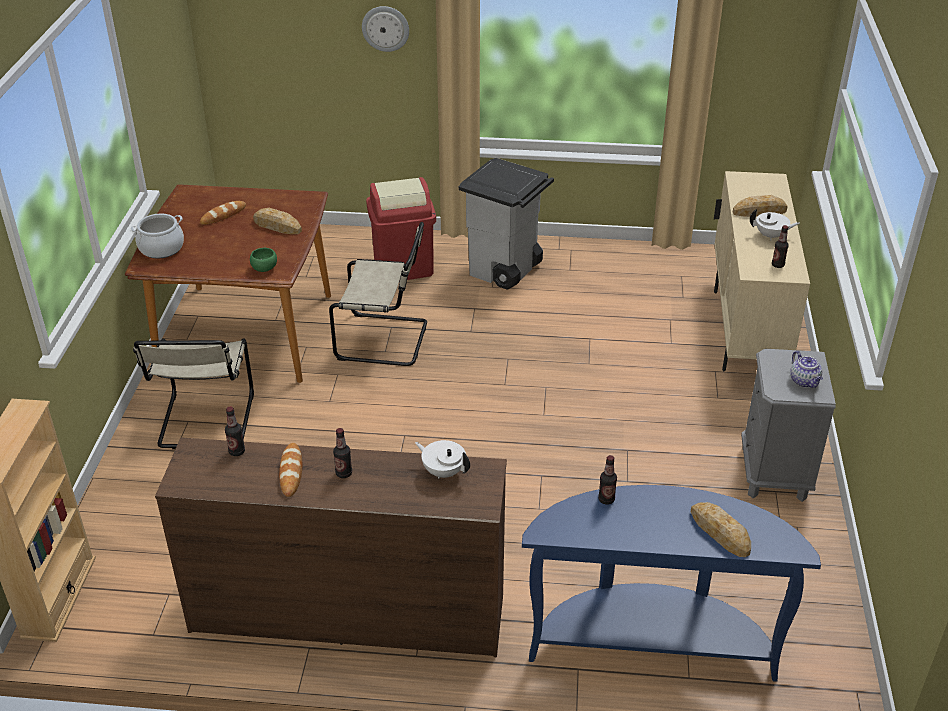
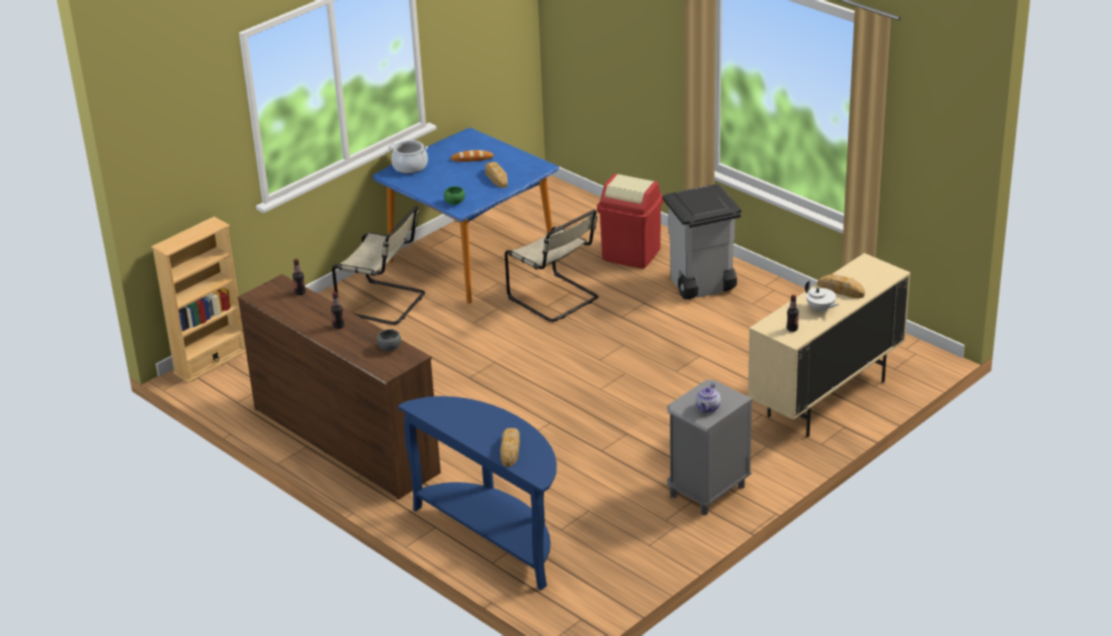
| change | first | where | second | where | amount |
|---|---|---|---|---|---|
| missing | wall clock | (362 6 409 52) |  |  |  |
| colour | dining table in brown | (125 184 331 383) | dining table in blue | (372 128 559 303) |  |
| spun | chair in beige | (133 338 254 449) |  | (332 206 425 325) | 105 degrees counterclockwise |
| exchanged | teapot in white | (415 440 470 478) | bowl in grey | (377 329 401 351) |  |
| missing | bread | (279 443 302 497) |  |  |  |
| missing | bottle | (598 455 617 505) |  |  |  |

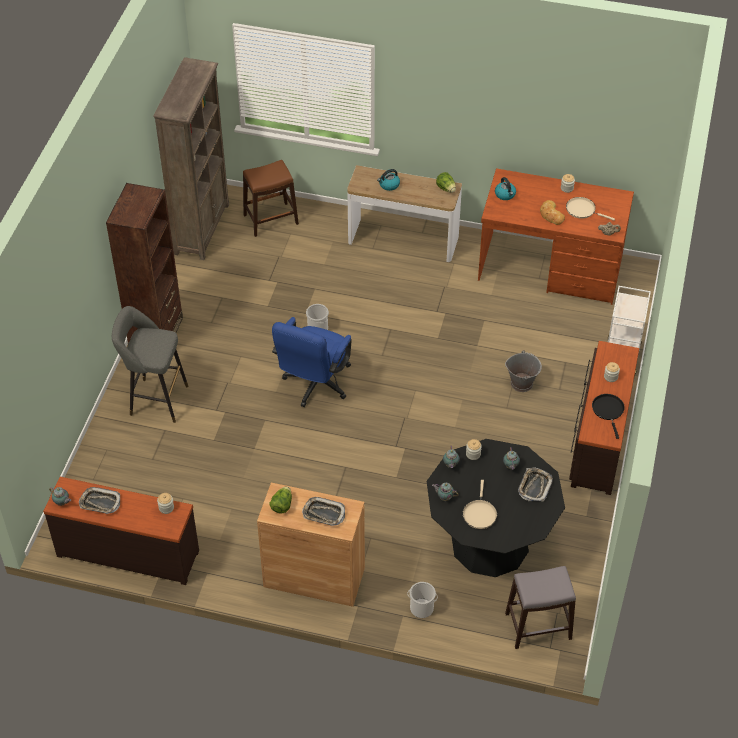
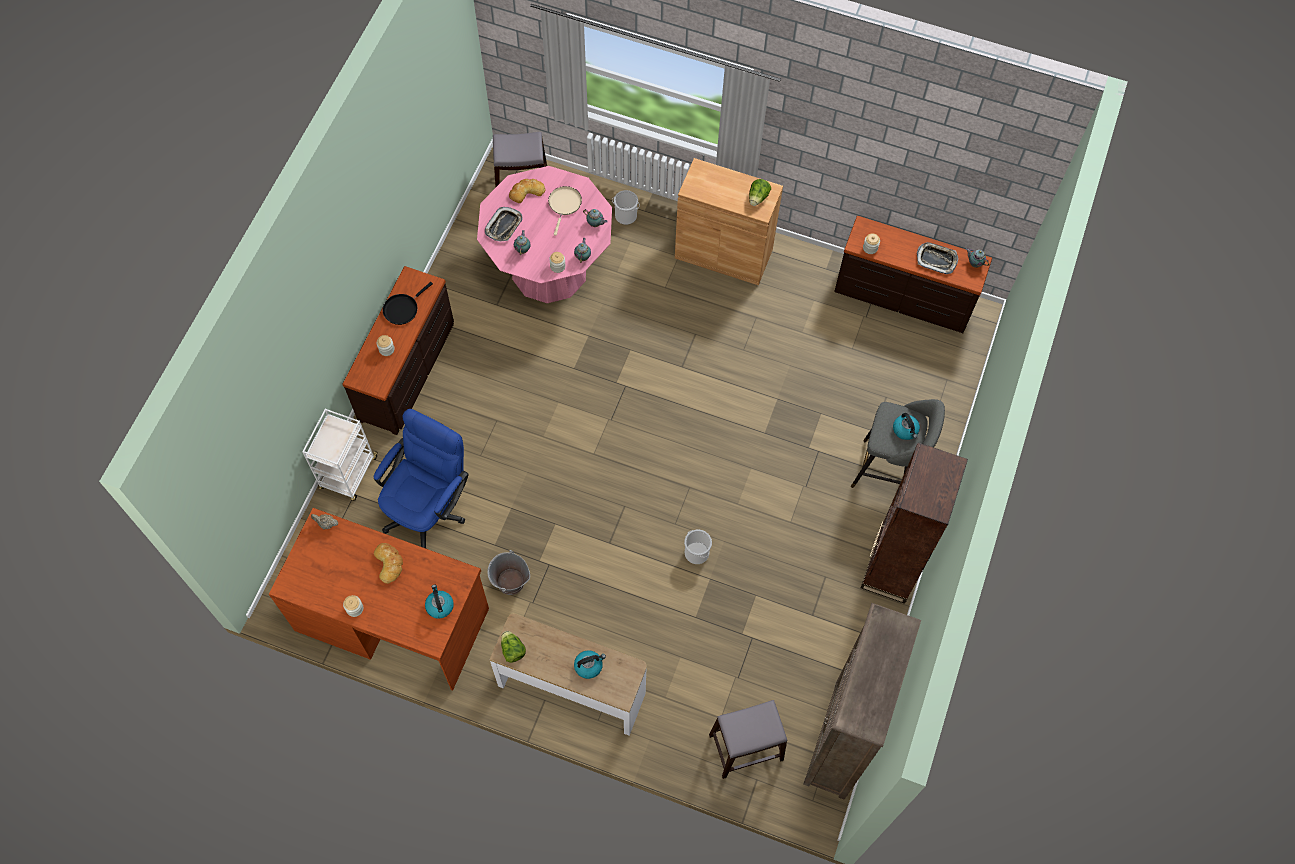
| change | first | where | second | where | amount |
|---|---|---|---|---|---|
| colour | stool in brown | (243 160 299 237) | stool in grey | (709 700 787 779) |  |
| missing | frying pan in beige | (566 197 615 221) |  |  |  |
| relocated | office chair in blue | (272 317 352 407) |  | (374 409 469 548) |  |
| relocated | bucket in grey | (505 350 542 392) |  | (487 550 530 595) |  |
| spun | frying pan in black | (592 394 625 439) |  | (383 282 433 325) | 45 degrees clockwise |
| colour | dining table in black | (427 439 565 577) | dining table in pink | (477 166 612 303) |  |
| missing | tray | (302 497 345 526) |  |  |  |
| appeared |  |  | bread | (509 179 546 203) |  |
| appeared |  |  | kettle | (893 413 920 440) |  |

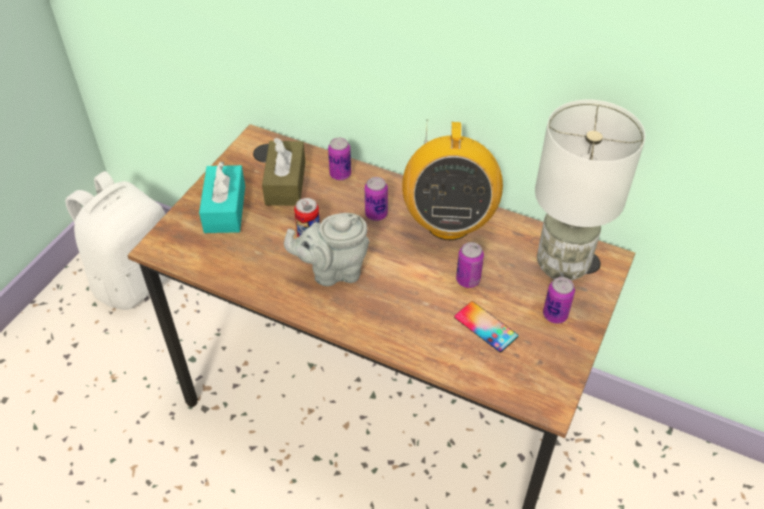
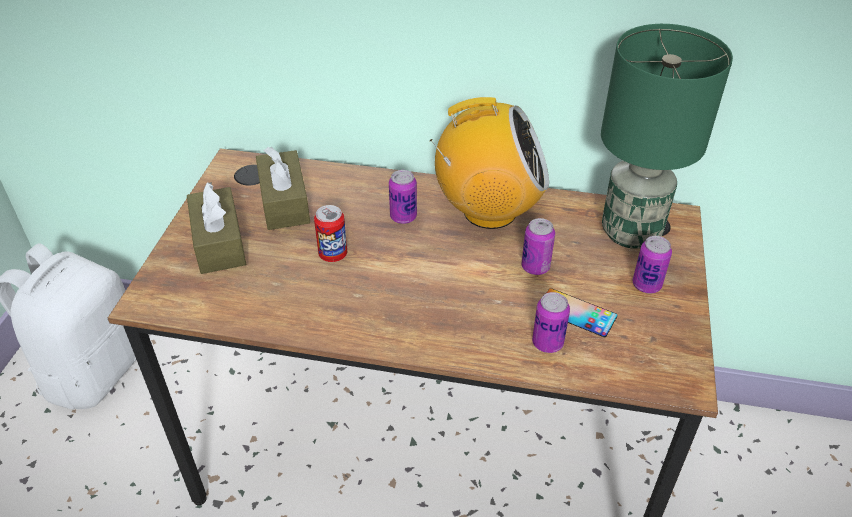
| change | first | where | second | where | amount |
|---|---|---|---|---|---|
| colour | table lamp in white | (535 100 645 281) | table lamp in green | (601 24 733 249) |  |
| spun | radio | (402 120 503 240) |  | (430 97 549 229) | 75 degrees counterclockwise |
| relocated | can | (328 138 351 180) |  | (532 292 570 353) |  |
| colour | tissue box in turquoise | (199 162 245 233) | tissue box in brown | (187 182 246 274) |  |
| missing | teapot in grey | (284 213 369 286) |  |  |  |

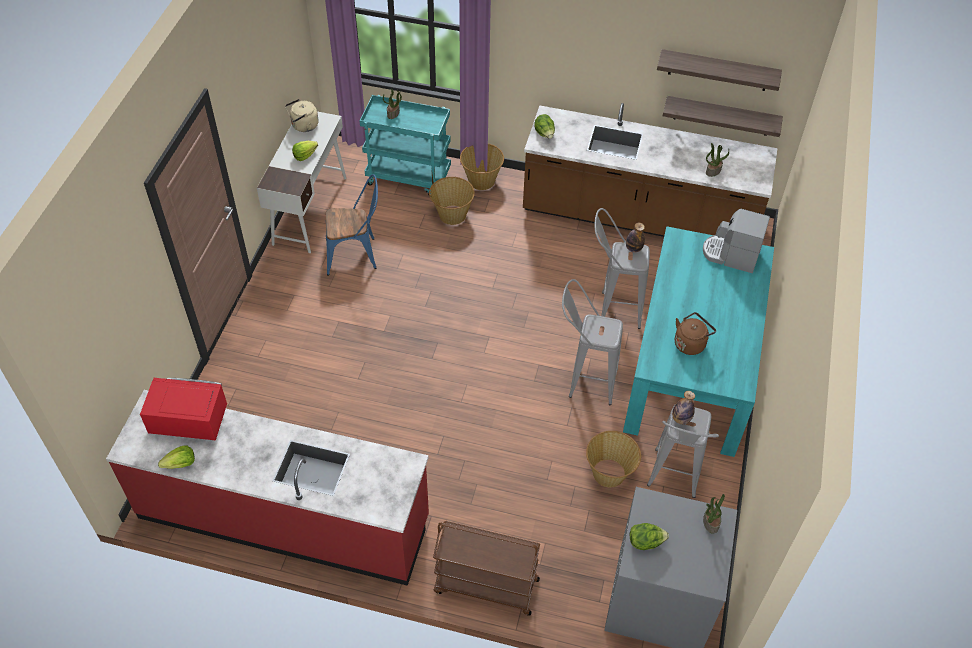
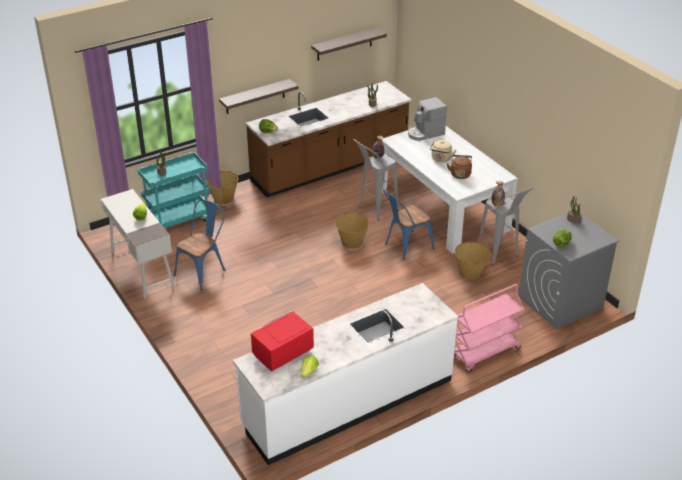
| change | first | where | second | where | amount |
|---|---|---|---|---|---|
| relocated | shelf | (663 96 783 137) |  | (219 79 299 114) |  |
| relocated | kettle in beige | (285 99 319 132) |  | (430 140 456 162) |  |
| relocated | basket | (429 177 475 225) |  | (335 213 370 249) |  |
| colour | dining table in turquoise | (623 226 774 457) | dining table in white | (381 126 518 254) |  |
| exchanged | stool in grey | (562 279 623 405) | chair in blue | (383 190 435 260) |  |
| colour | counter in red | (106 390 429 586) | counter in white | (233 283 458 465) |  |
| colour | cart in brown | (433 521 540 615) | cart in pink | (454 284 524 373) |  |

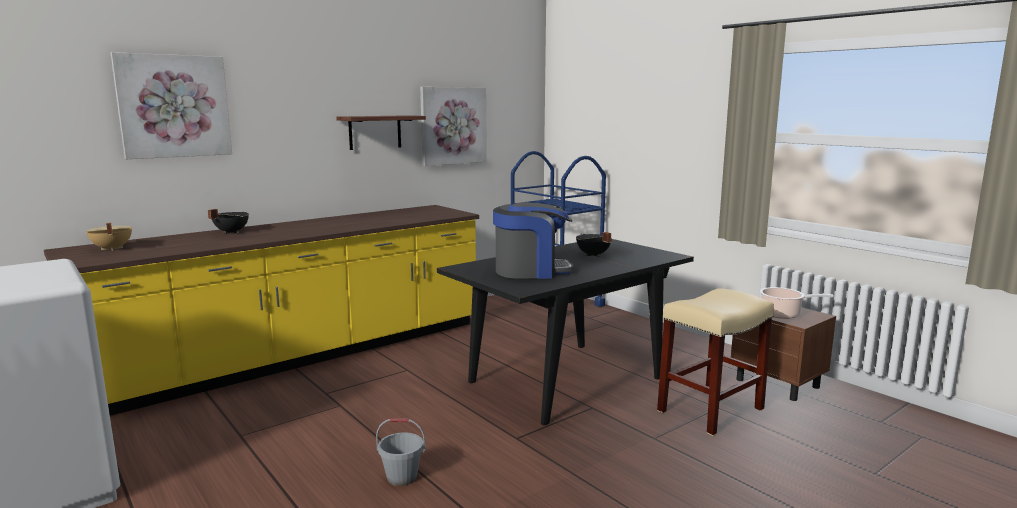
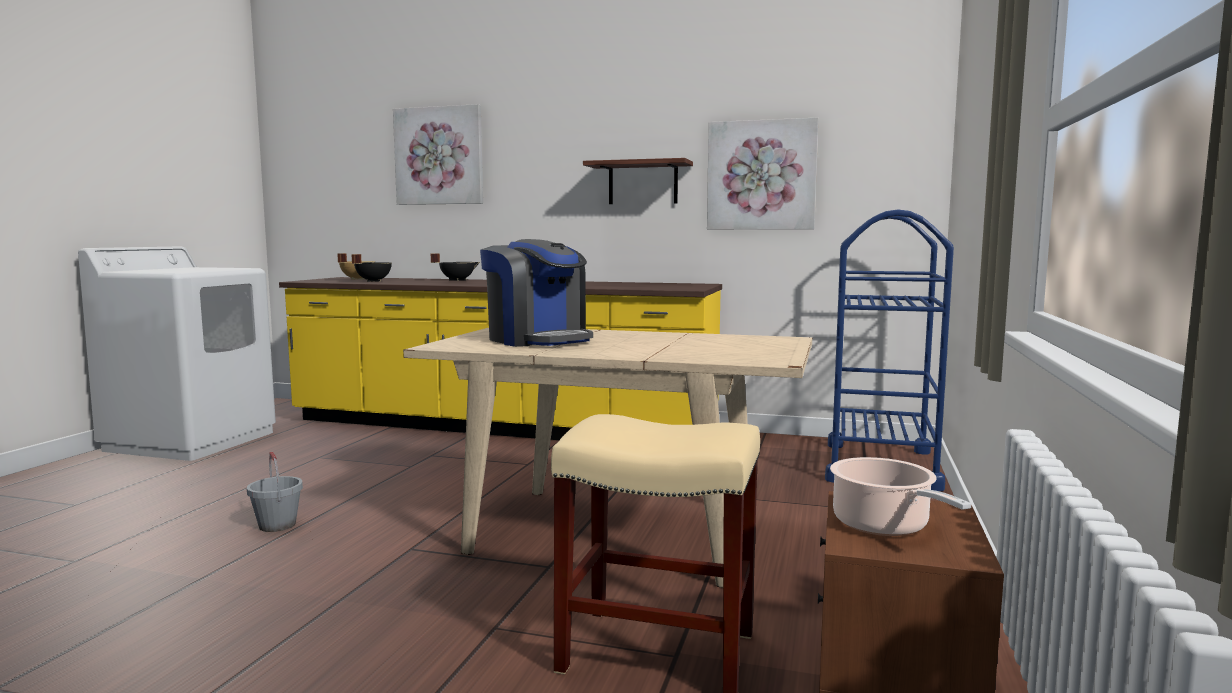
| change | first | where | second | where | amount |
|---|---|---|---|---|---|
| relocated | cooking pot in black | (576 232 612 257) |  | (351 254 392 282) |  |
| colour | dining table in black | (437 239 694 425) | dining table in beige | (403 328 812 588) |  |

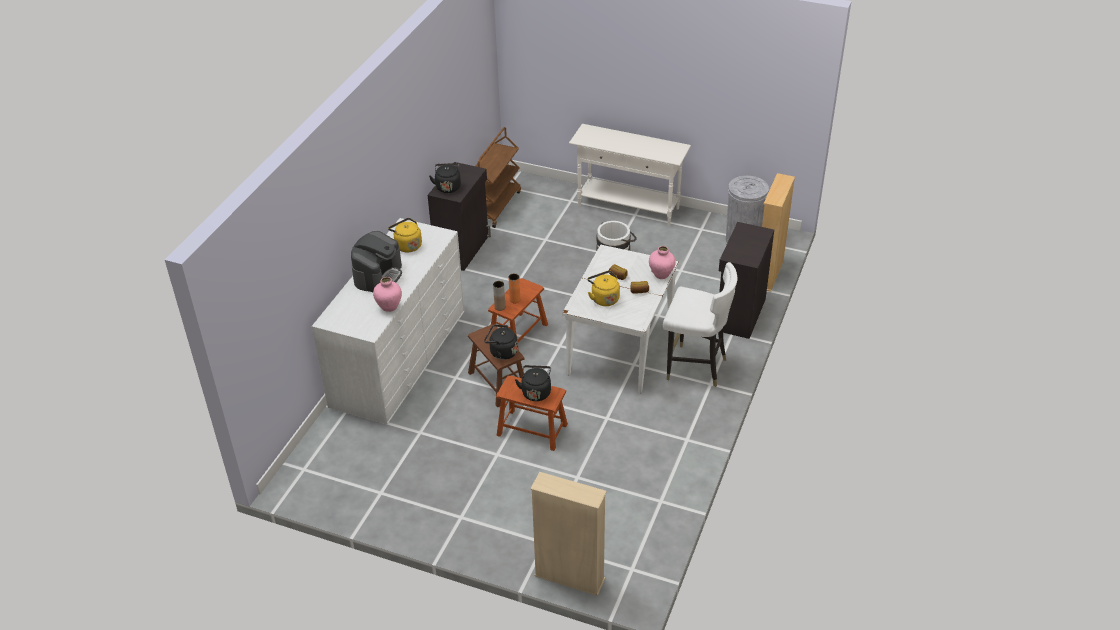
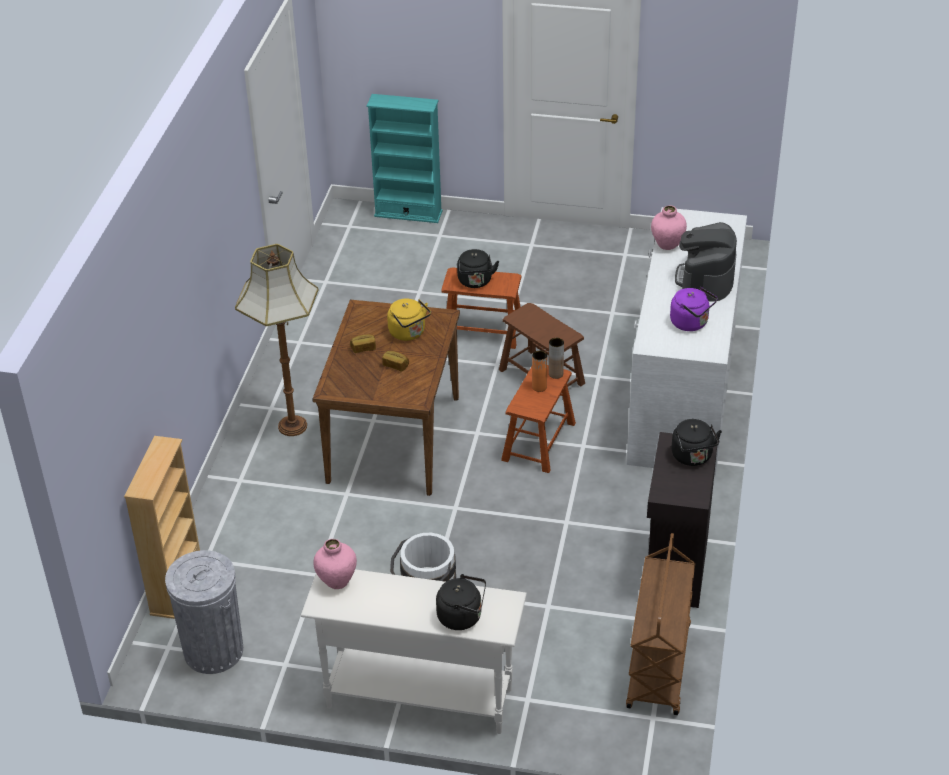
| change | first | where | second | where | amount |
|---|---|---|---|---|---|
| colour | kettle in yellow | (388 218 422 253) | kettle in purple | (670 287 718 331) |  |
| missing | cabinet in black | (719 222 774 339) |  |  |  |
| colour | dining table in white | (562 244 679 393) | dining table in brown | (312 299 460 496) |  |
| relocated | vase in pink | (649 246 676 279) |  | (313 539 357 589) |  |
| exchanged | chair in white | (663 262 738 387) | floor lamp | (235 244 318 436) |  |
| relocated | kettle in black | (484 325 518 360) |  | (436 574 486 630) |  |
| colour | bookcase in beige | (530 472 607 596) | bookcase in turquoise | (367 94 443 223) |  |

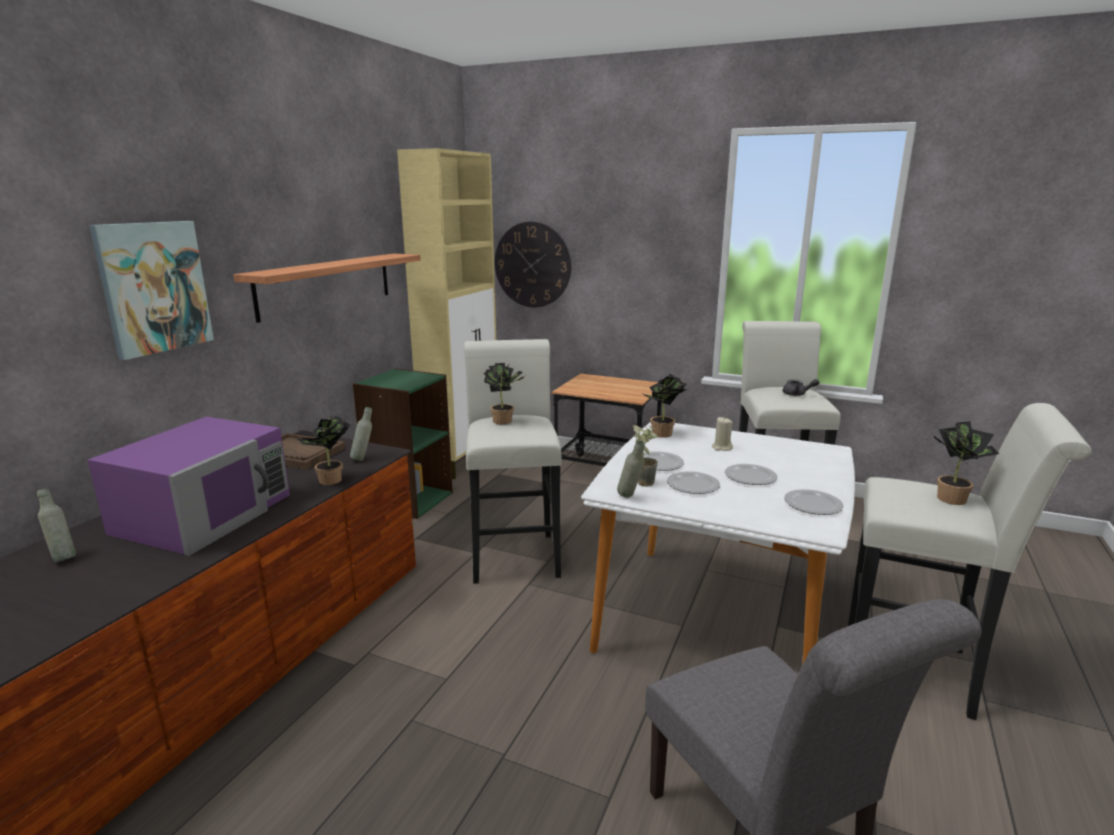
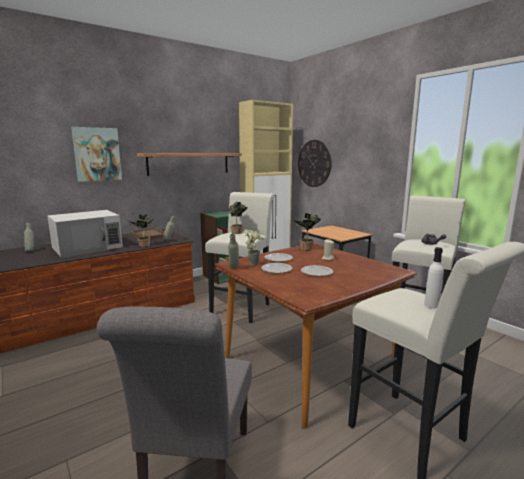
| change | first | where | second | where | amount |
|---|---|---|---|---|---|
| colour | microwave in purple | (88 416 290 556) | microwave in white | (47 210 123 258) |  |
| exchanged | potted plant | (932 421 999 505) | bottle in white | (424 247 443 309) |  |
| colour | dining table in white | (581 422 855 663) | dining table in brown | (215 243 417 429) |  |
| missing | plate | (784 489 844 515) |  |  |  |

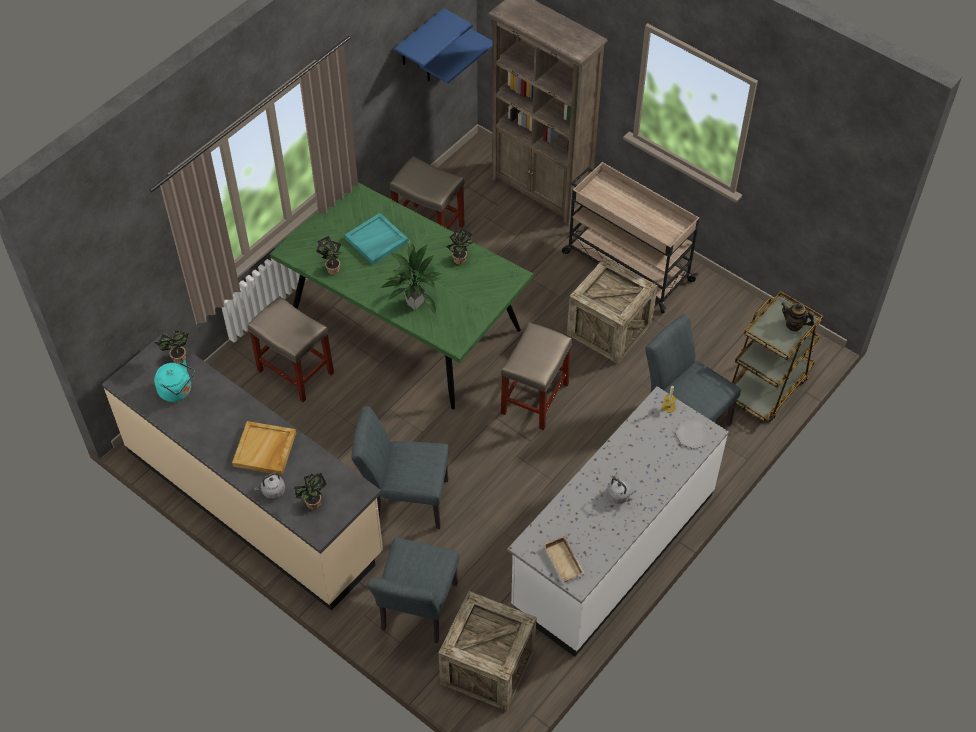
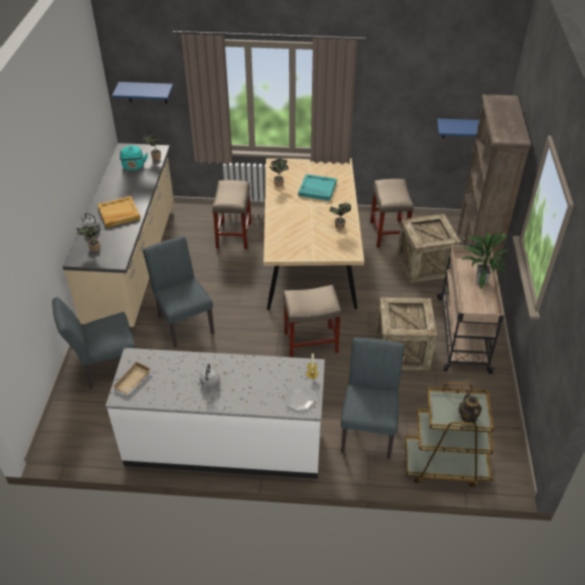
| change | first | where | second | where | amount |
|---|---|---|---|---|---|
| relocated | shelf in blue | (394 8 473 67) |  | (112 82 173 104) |  |
| colour | dining table in green | (270 183 533 410) | dining table in beige | (264 158 364 310) |  |
| relocated | potted plant | (380 239 442 315) |  | (462 232 510 290) |  |
| relocated | crate | (438 591 537 711) |  | (397 214 461 283) |  |

